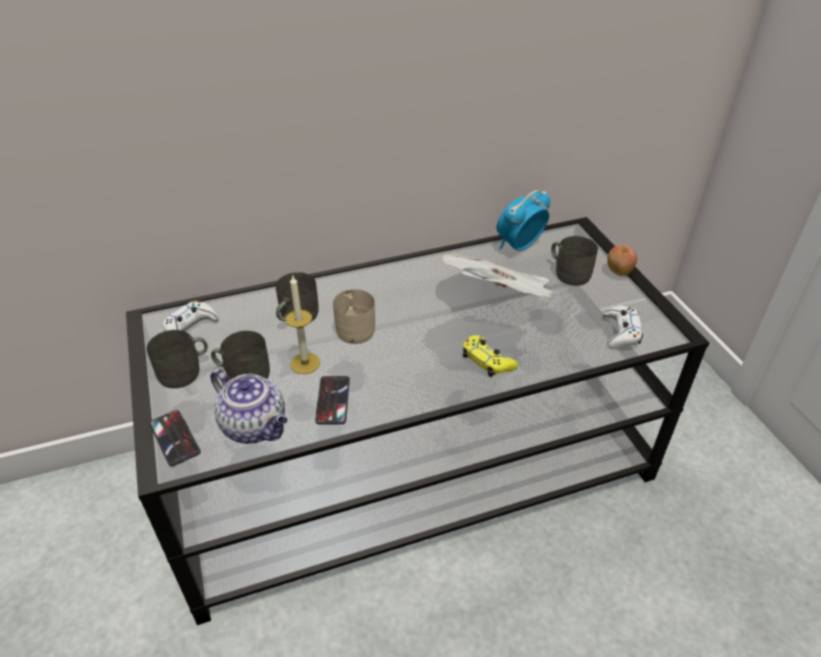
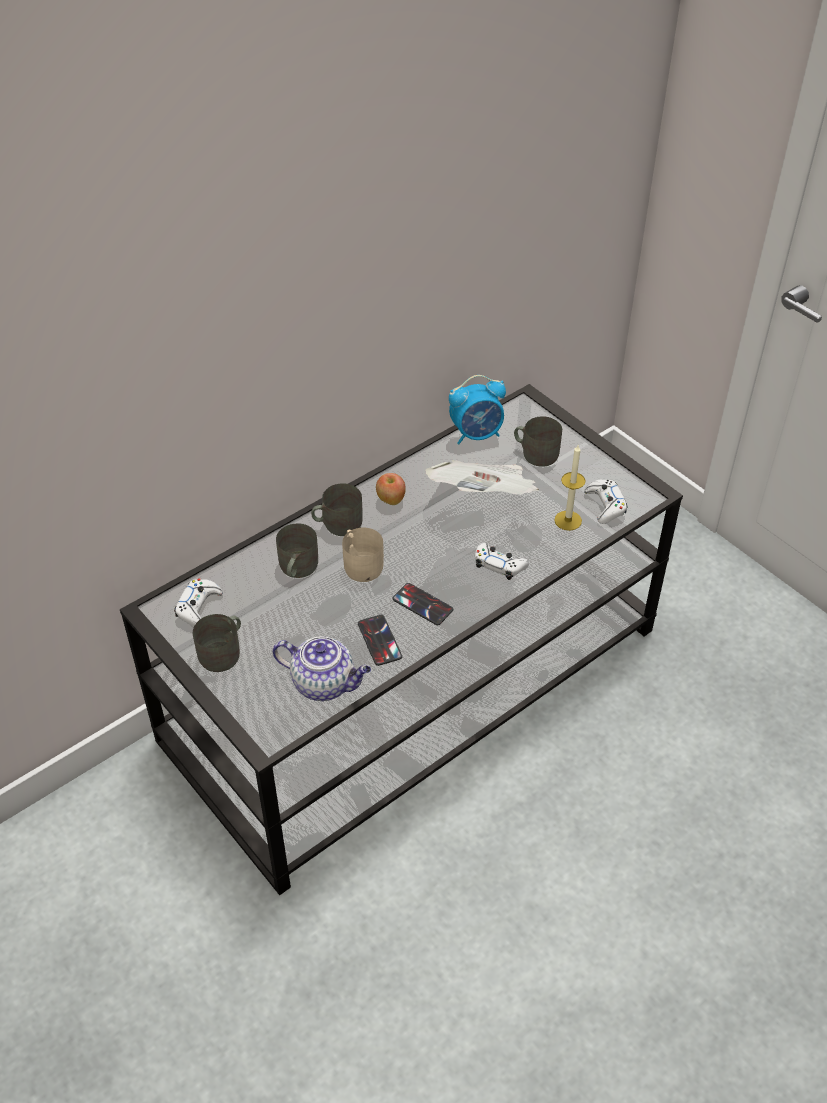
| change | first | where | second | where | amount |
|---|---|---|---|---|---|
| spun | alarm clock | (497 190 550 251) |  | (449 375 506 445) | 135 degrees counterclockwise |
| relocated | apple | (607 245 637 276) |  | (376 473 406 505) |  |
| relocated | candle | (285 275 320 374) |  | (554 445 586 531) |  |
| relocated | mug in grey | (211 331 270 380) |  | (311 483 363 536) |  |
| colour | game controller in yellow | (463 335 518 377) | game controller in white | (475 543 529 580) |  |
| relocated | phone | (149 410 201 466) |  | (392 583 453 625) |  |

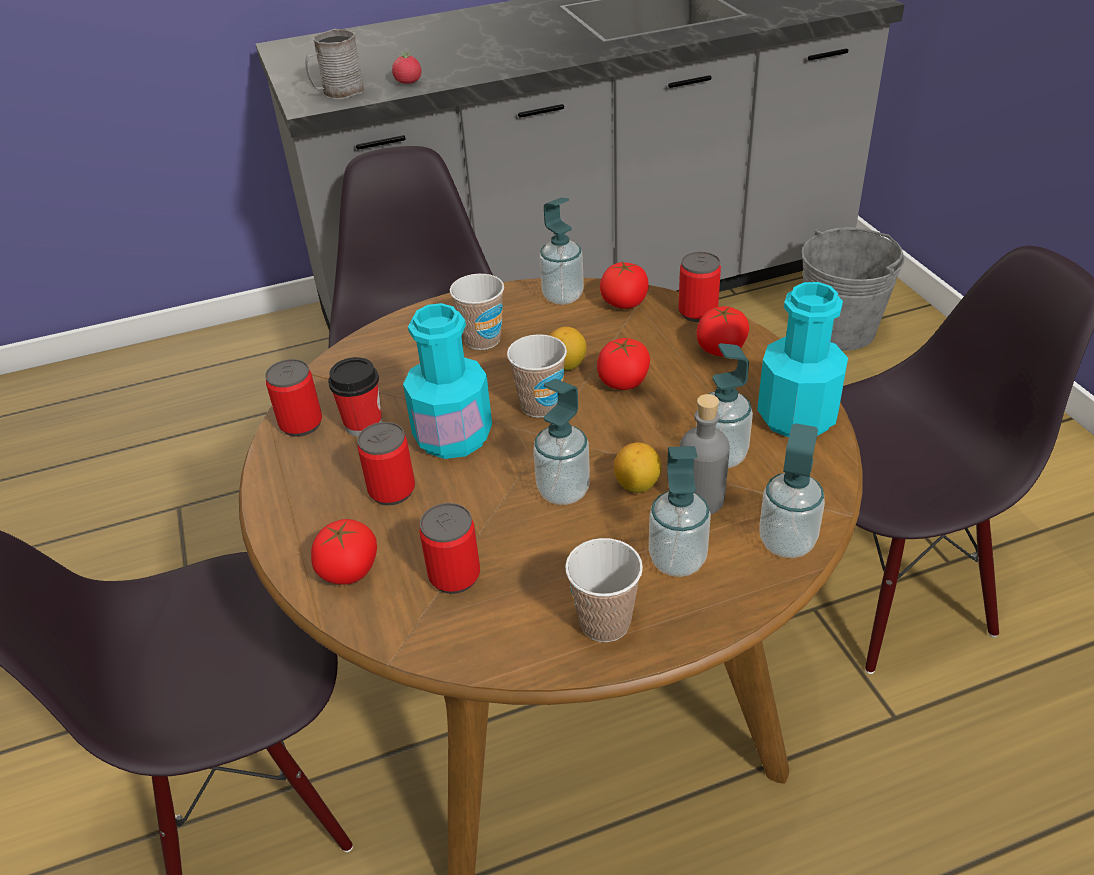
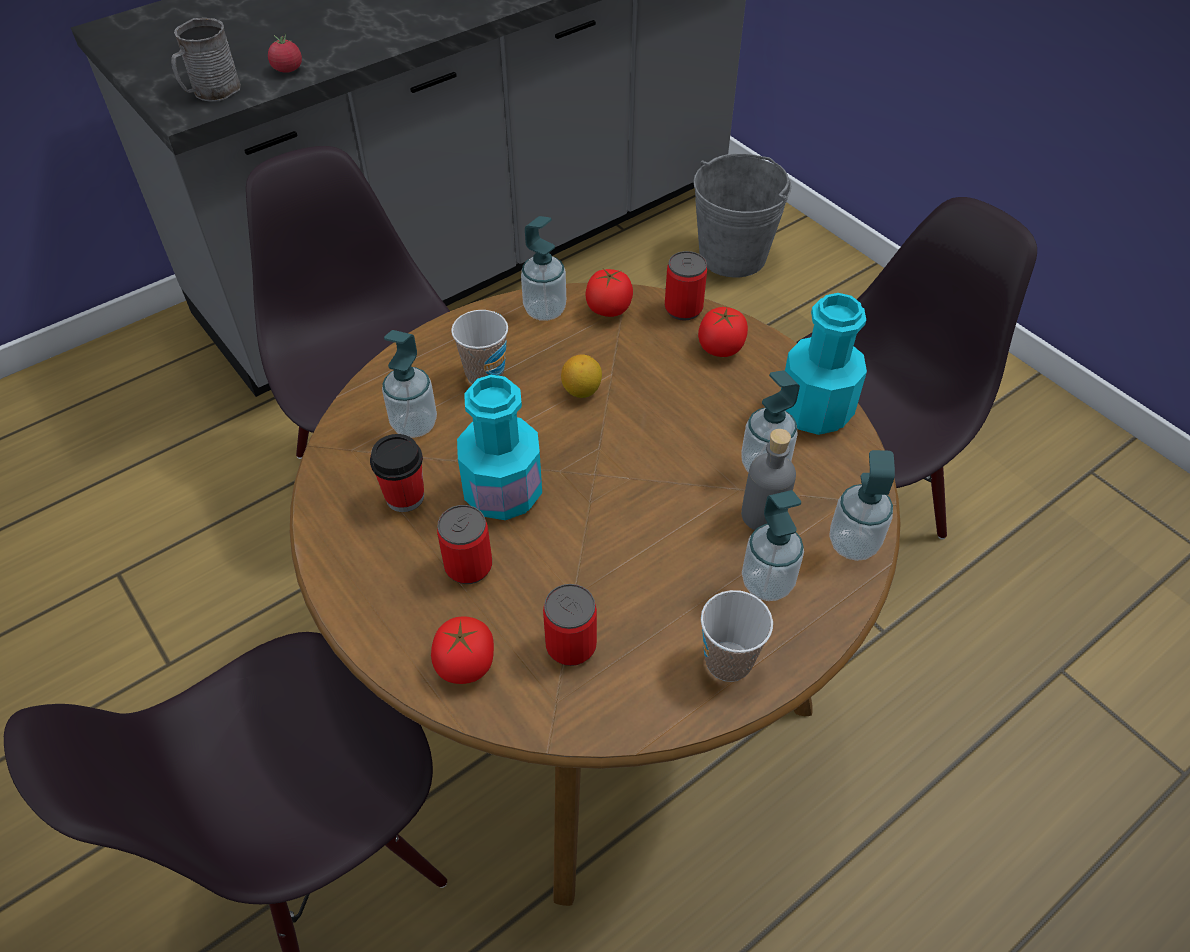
| change | first | where | second | where | amount |
|---|---|---|---|---|---|
| missing | cup | (507 334 567 418) |  |  |  |
| missing | tomato | (597 338 650 390) |  |  |  |
| missing | can | (265 359 322 437) |  |  |  |
| relocated | soap dispenser | (533 379 590 505) |  | (382 330 437 438) |  |
| missing | lemon | (614 442 661 493) |  |  |  |

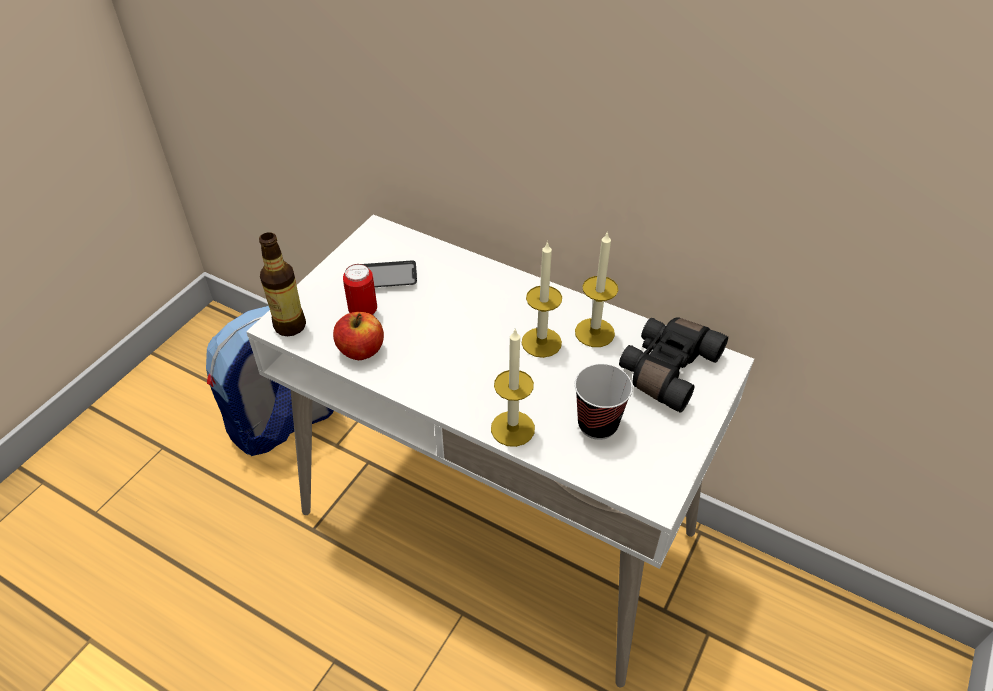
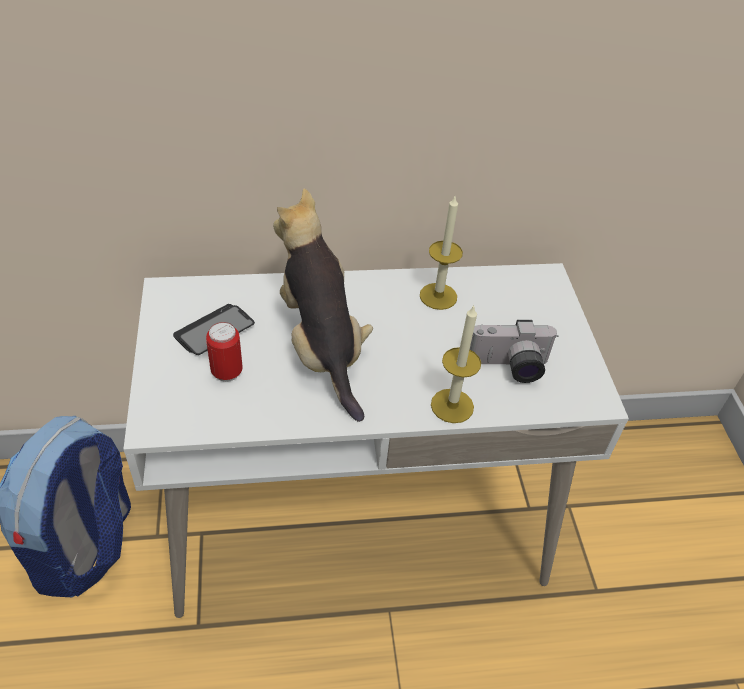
| change | first | where | second | where | amount |
|---|---|---|---|---|---|
| missing | bottle | (259 232 306 336) |  |  |  |
| missing | candle | (522 241 562 358) |  |  |  |
| missing | apple | (333 312 384 360) |  |  |  |
| missing | binoculars in black | (619 317 728 413) |  |  |  |
| exchanged | cup | (575 364 633 440) | photo camera | (470 320 558 383) |  |
| appeared |  |  | plush toy | (273 188 373 422) |  |

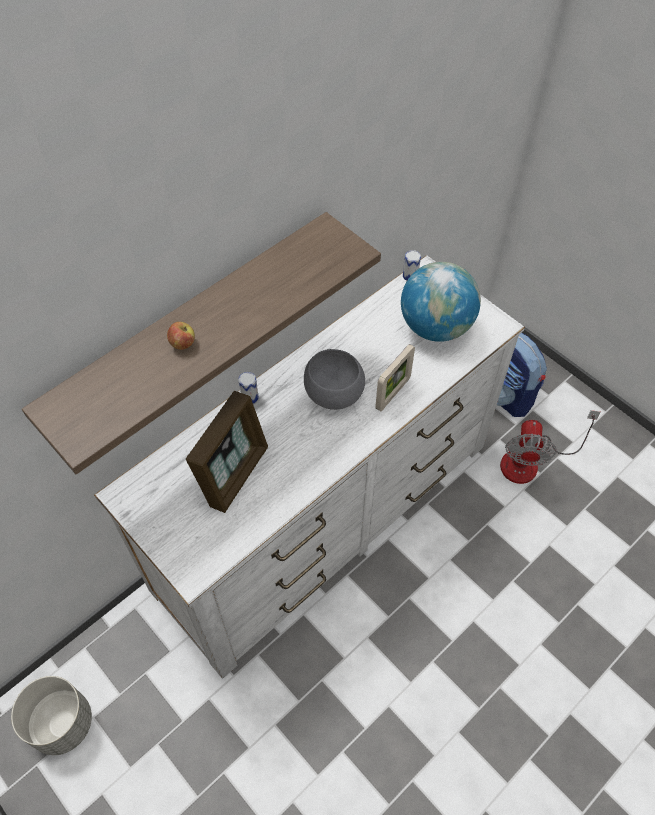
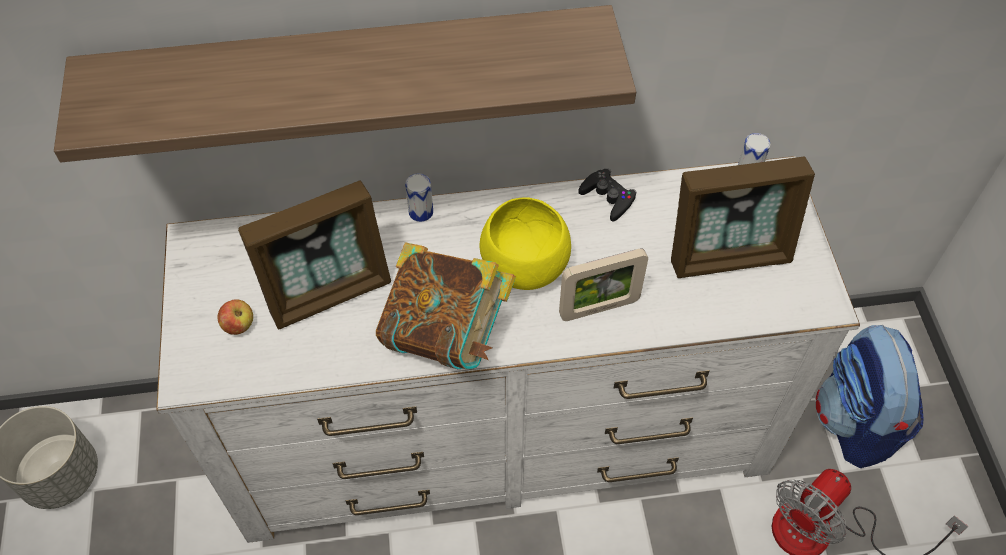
| change | first | where | second | where | amount |
|---|---|---|---|---|---|
| exchanged | globe | (401 262 481 342) | picture frame | (671 157 815 278) |  |
| relocated | apple | (167 322 195 350) |  | (217 299 253 335) |  |
| colour | bowl in grey | (304 349 365 410) | bowl in yellow | (480 197 571 290) |  |
| appeared |  |  | game controller in black | (578 168 637 222) |  |
| appeared |  |  | book | (376 242 516 369) |  |

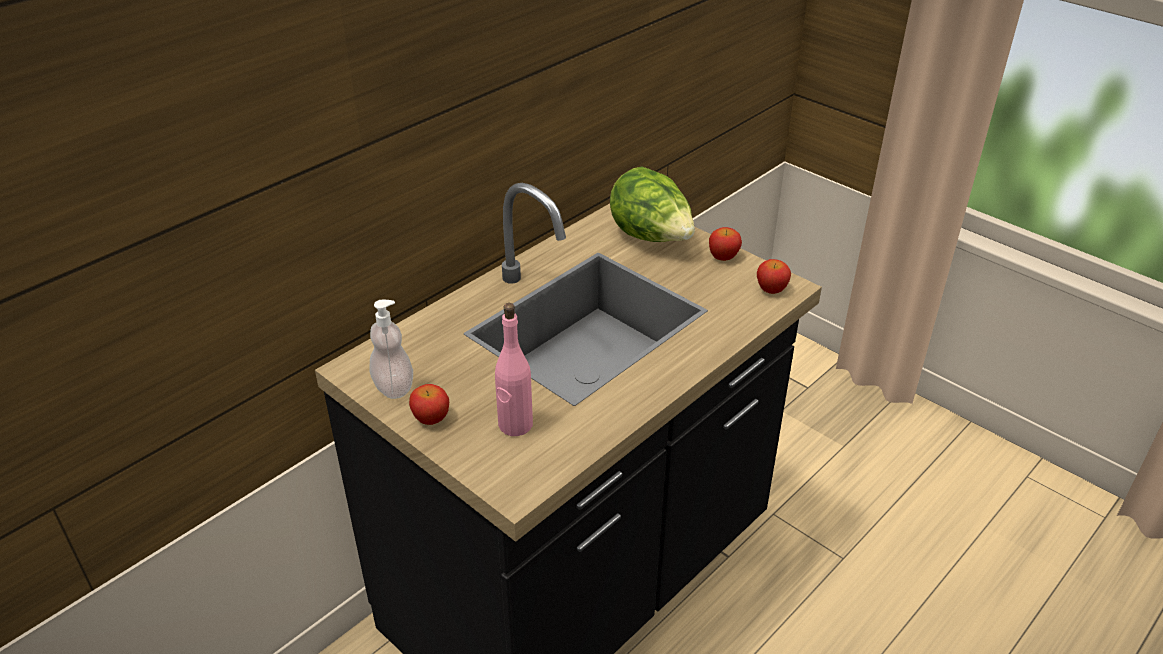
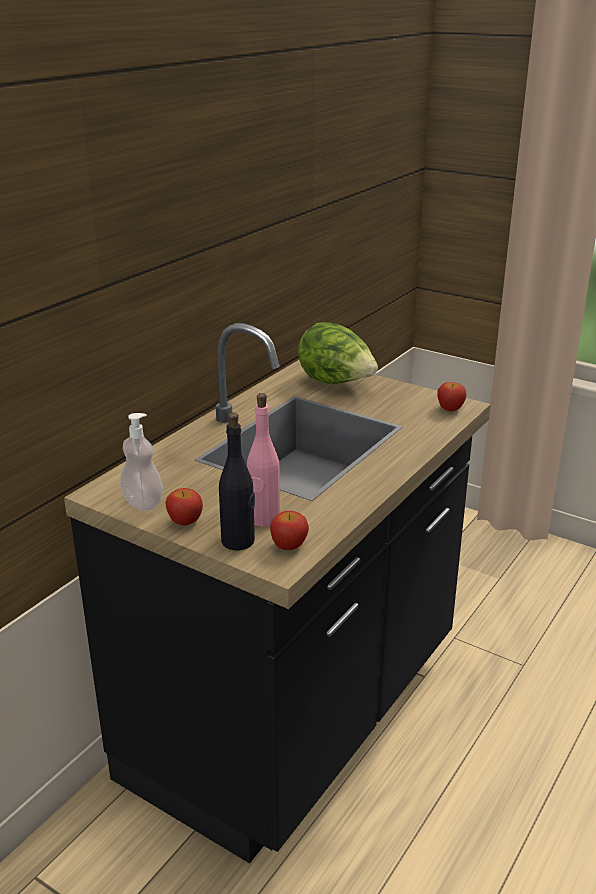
| change | first | where | second | where | amount |
|---|---|---|---|---|---|
| relocated | apple | (709 227 742 261) |  | (270 511 309 550) |  |
| appeared |  |  | bottle in black | (219 412 255 550) |  |

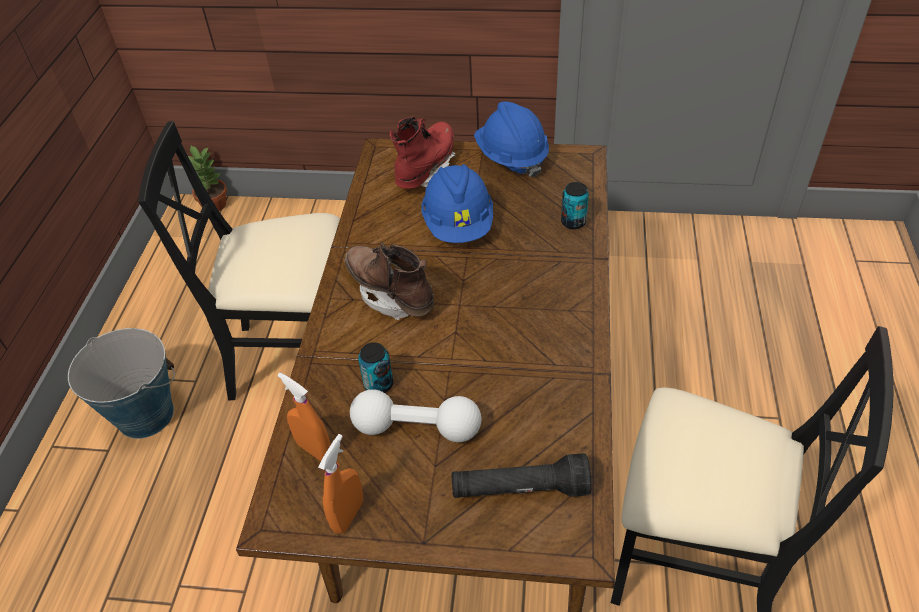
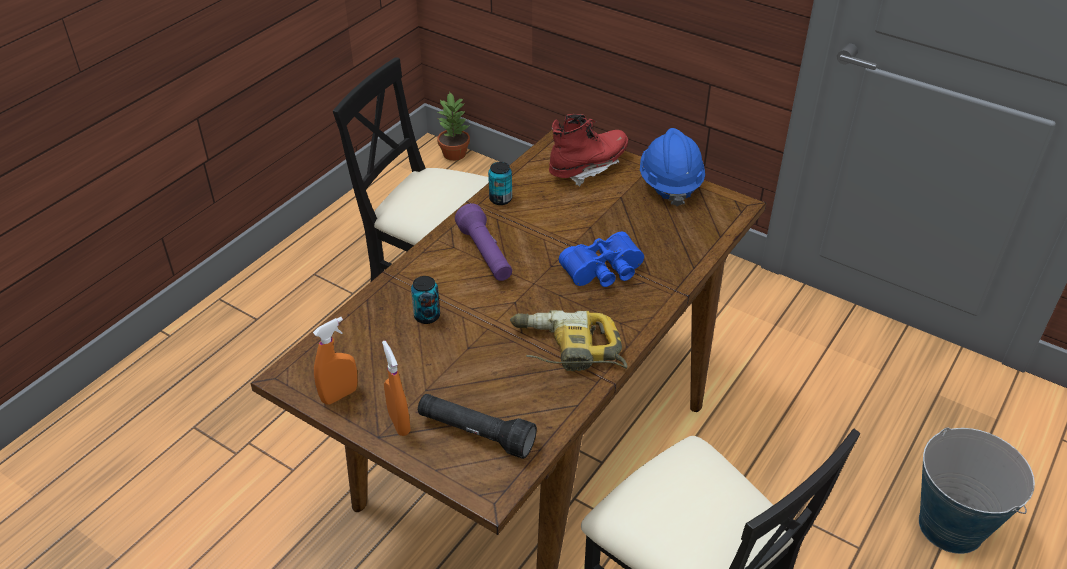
| change | first | where | second | where | amount |
|---|---|---|---|---|---|
| missing | hard hat in blue | (421 164 493 243) |  |  |  |
| relocated | can | (561 182 589 229) |  | (488 162 512 205) |  |
| exchanged | boot in brown | (344 243 435 320) | flashlight in purple | (455 203 512 281) |  |
| relocated | bucket | (68 328 175 439) |  | (919 427 1035 554) |  |
| relocated | spray bottle in orange | (278 372 331 461) |  | (382 341 410 436) |  |
| missing | dumbbell in white | (350 389 481 442) |  |  |  |
| appeared |  |  | binoculars in blue | (559 232 644 287) |  |
| appeared |  |  | power drill | (510 310 628 371) |  |

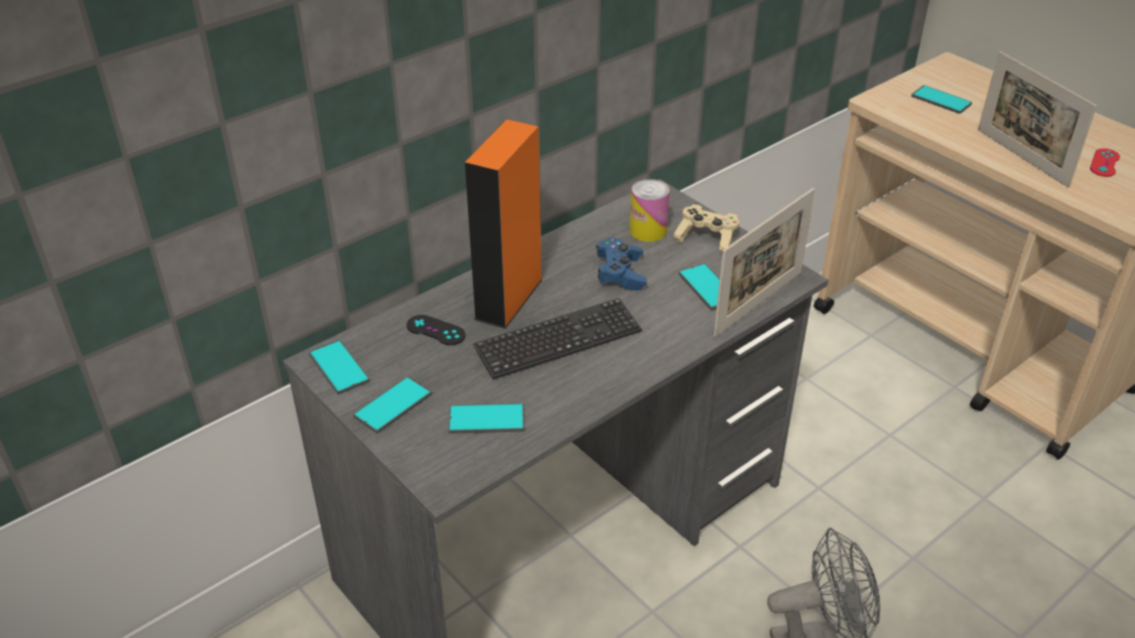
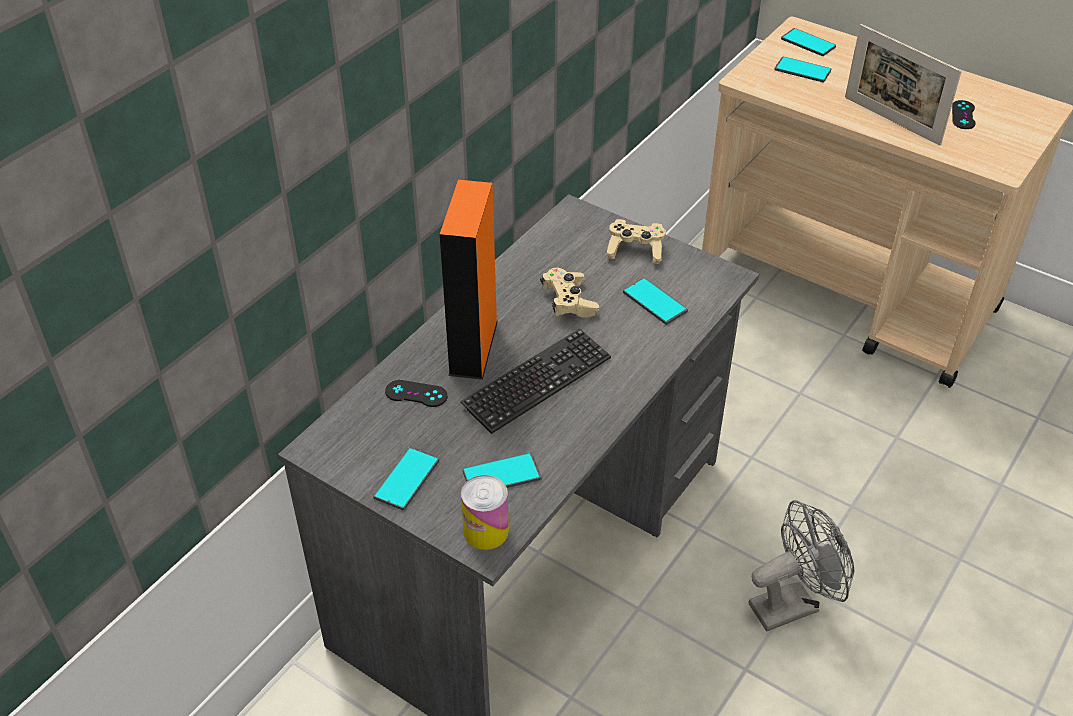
| change | first | where | second | where | amount |
|---|---|---|---|---|---|
| colour | game controller in red | (1090 148 1120 177) | game controller in black | (952 100 976 129) |  |
| relocated | can | (630 179 670 242) |  | (461 475 509 550) |  |
| missing | picture frame | (714 188 815 337) |  |  |  |
| colour | game controller in blue | (596 237 647 291) | game controller in beige | (540 268 599 318) |  |
| relocated | phone | (309 340 370 395) |  | (781 28 836 56) |  |

